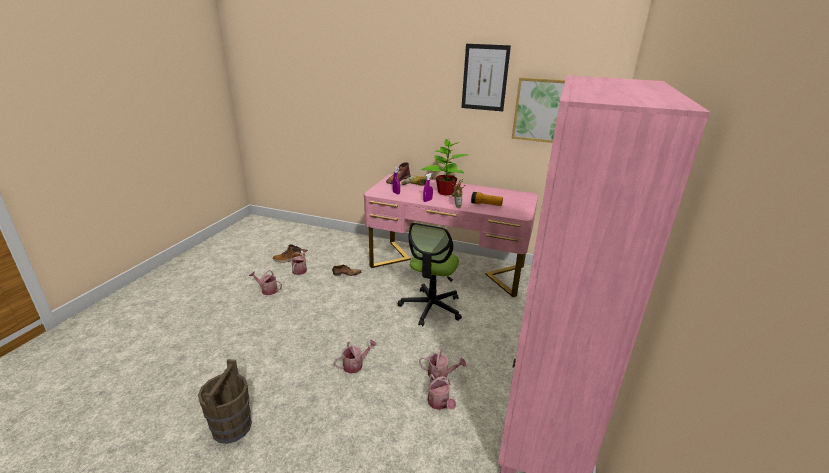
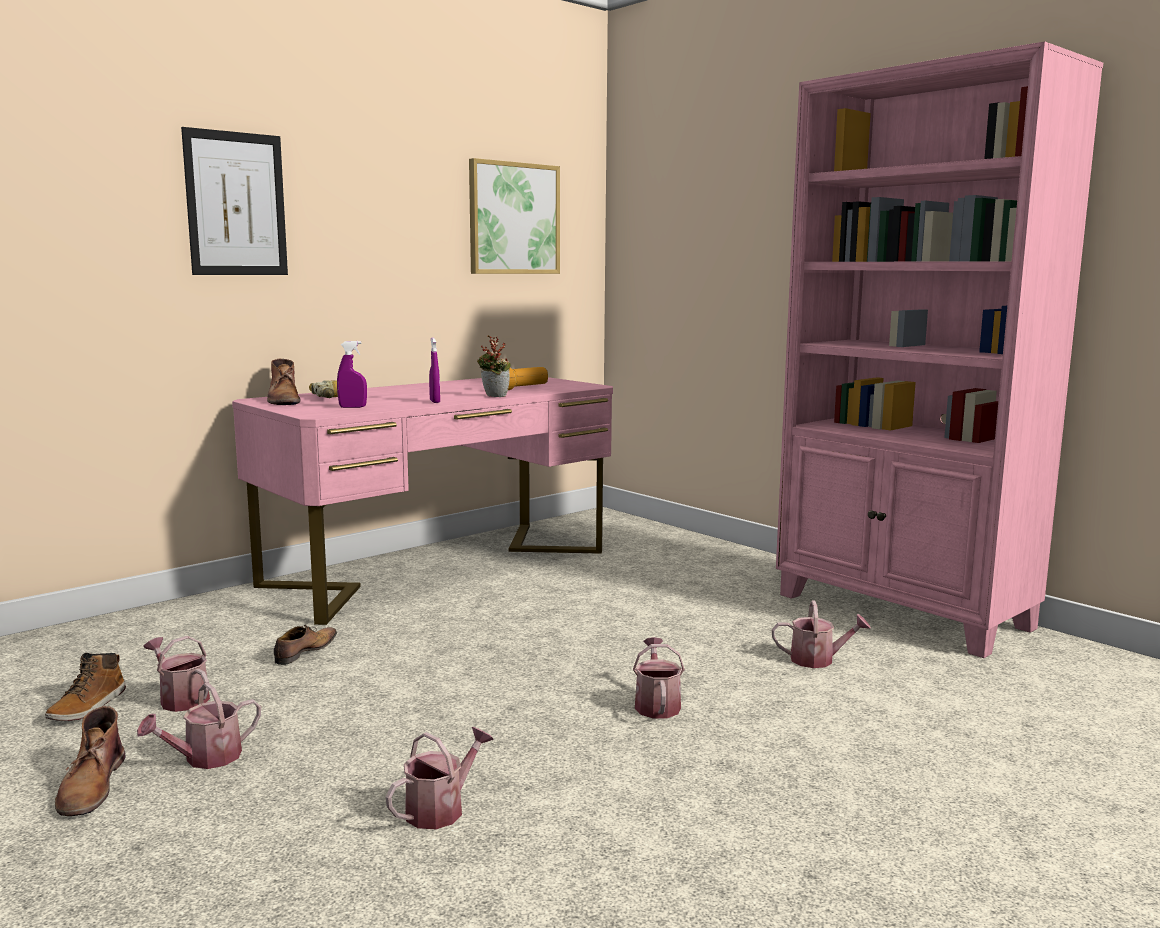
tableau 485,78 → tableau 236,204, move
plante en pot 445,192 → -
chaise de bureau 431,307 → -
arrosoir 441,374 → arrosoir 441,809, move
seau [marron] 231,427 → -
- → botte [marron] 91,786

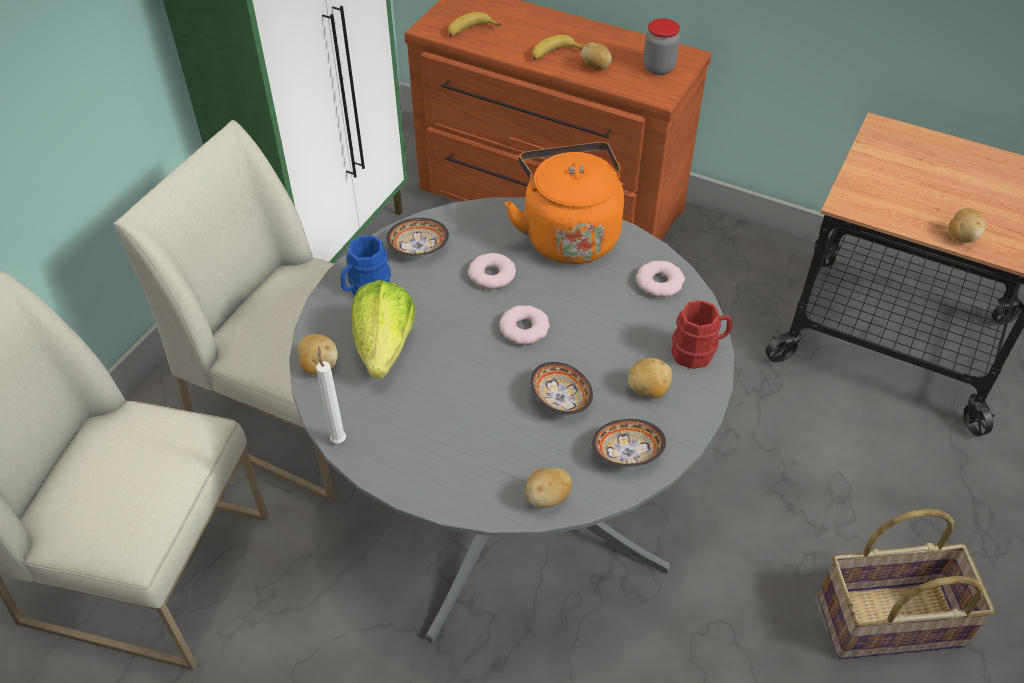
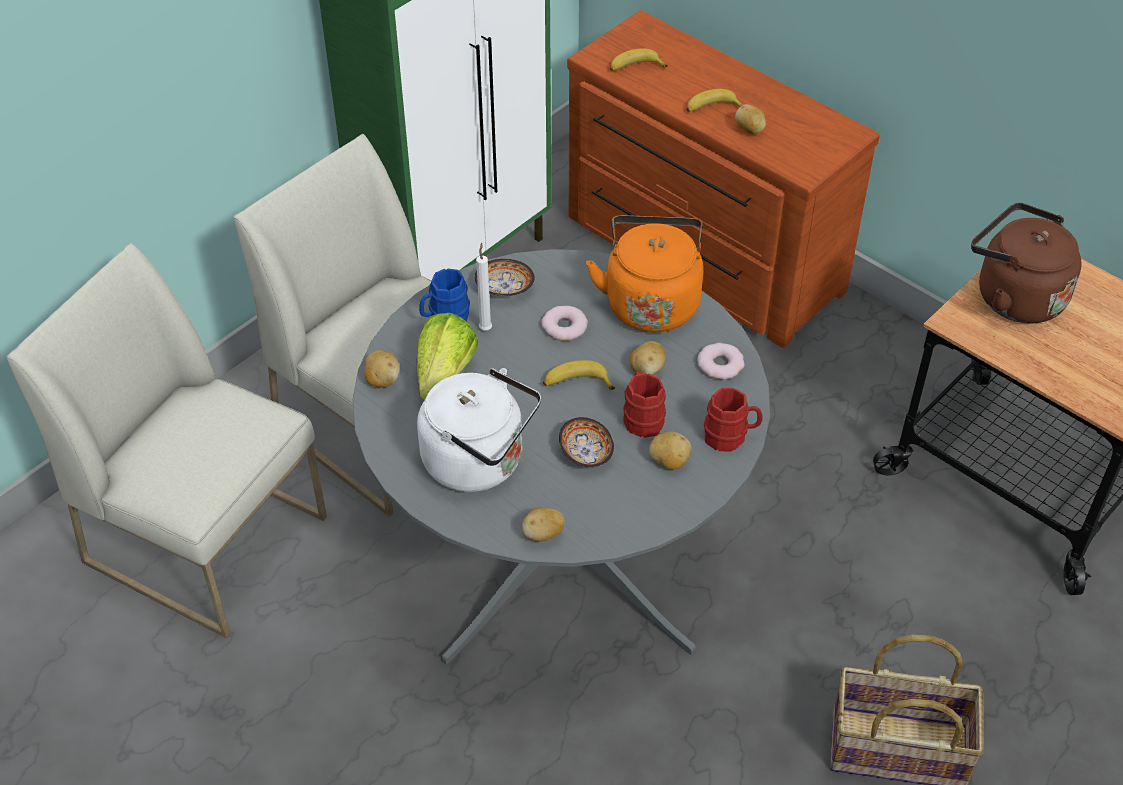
bocal 658,68 → -
pomme de terre 961,236 → pomme de terre 647,370, move
beignet 524,329 → banane 576,383
bougie [blanc] 338,438 → bougie [blanc] 485,328, move
bol 627,454 → -
- → bouilloire [marron] 1014,296
- → bouilloire [blanc] 480,462
- → mug [rouge] 642,417

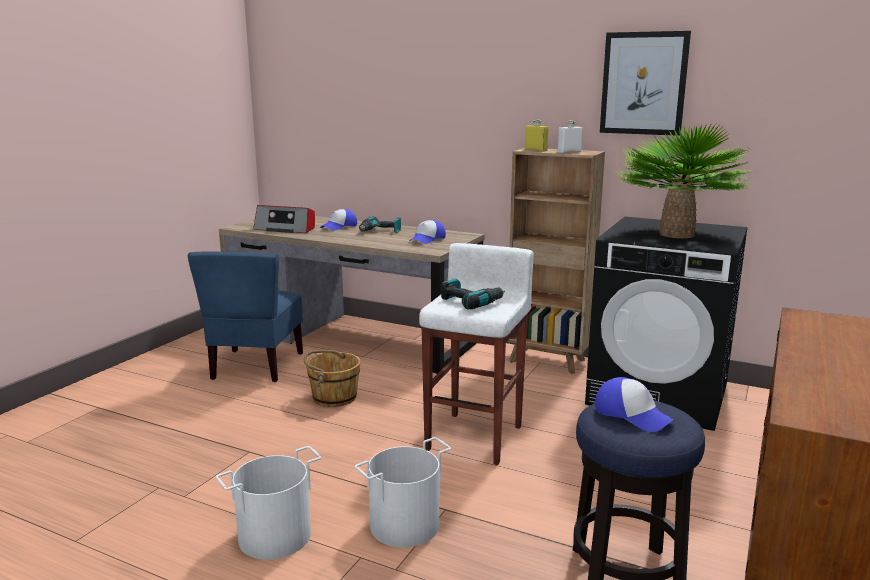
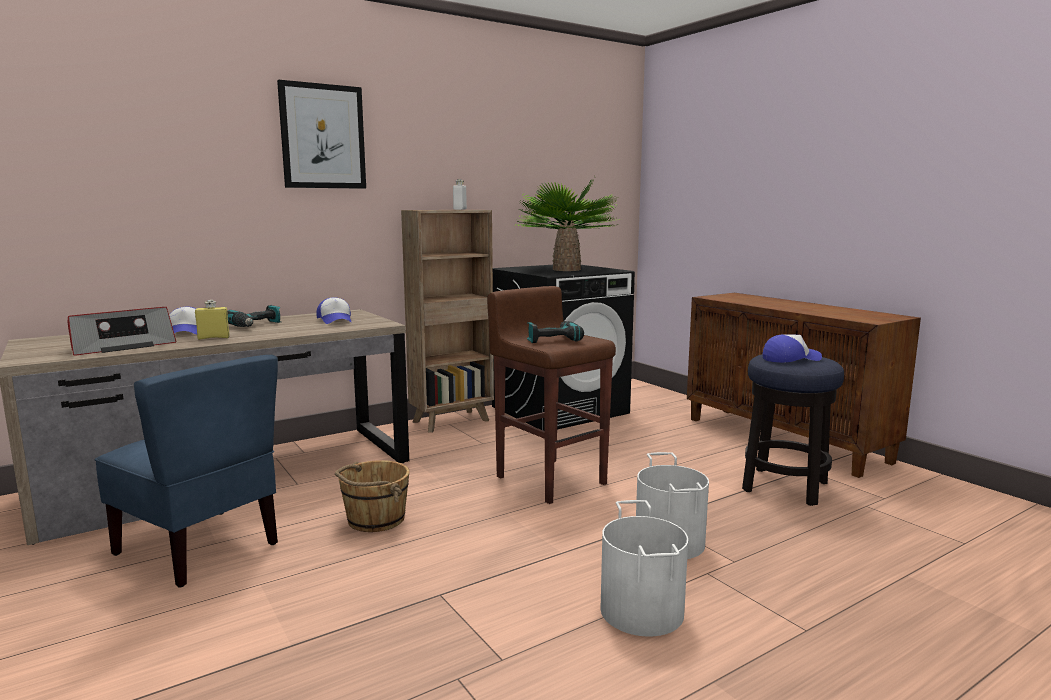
tableau 643,83 → tableau 323,137, move
bouteille [jaune] 536,150 → bouteille [jaune] 213,338, move
tabouret [blanc] 476,437 → tabouret [marron] 550,479

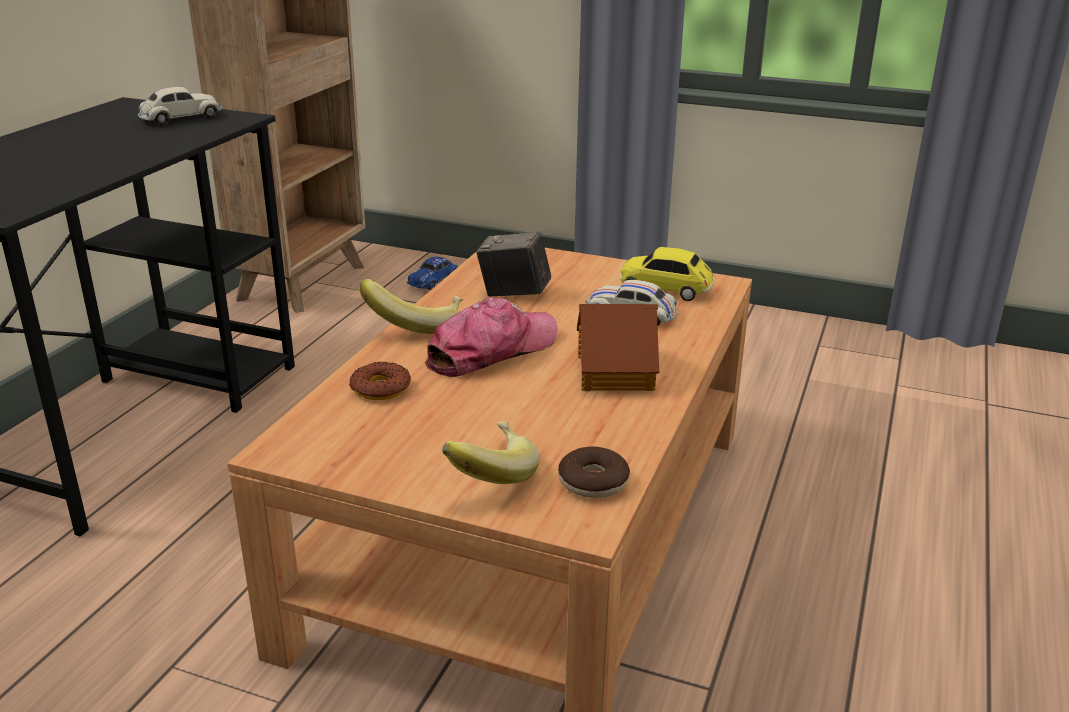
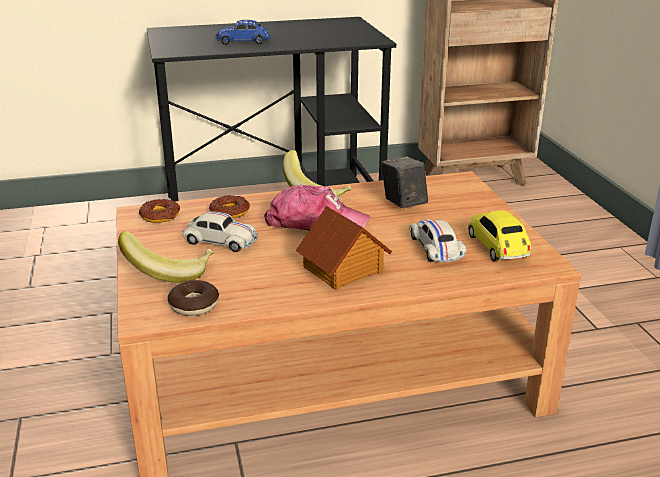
petite voiture [blanc] 181,118 → petite voiture [blanc] 220,241, move
petite voiture [bleu] 433,281 → petite voiture [bleu] 243,41, move
- → beignet 160,216

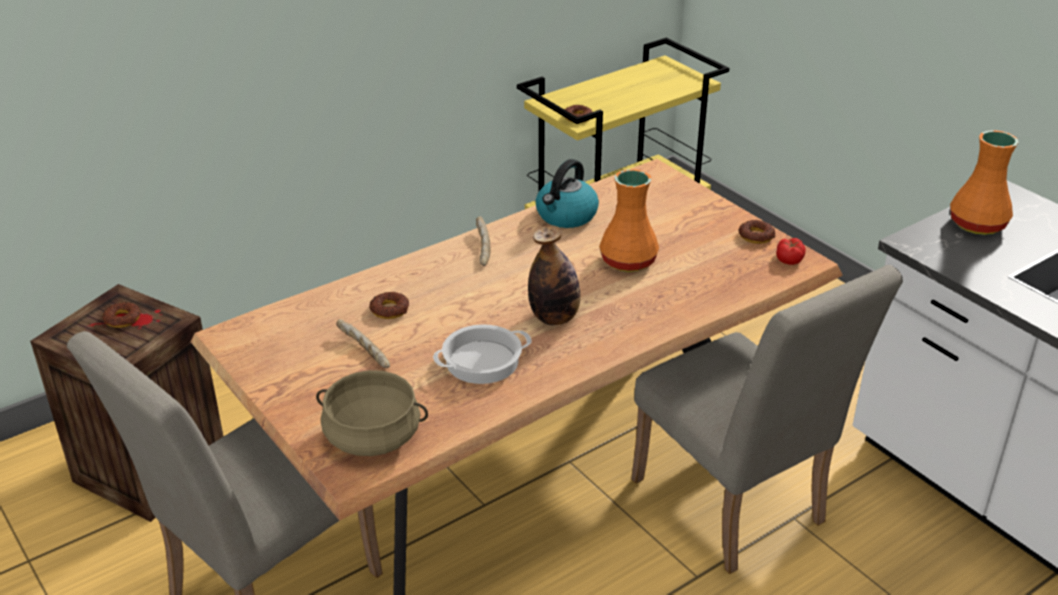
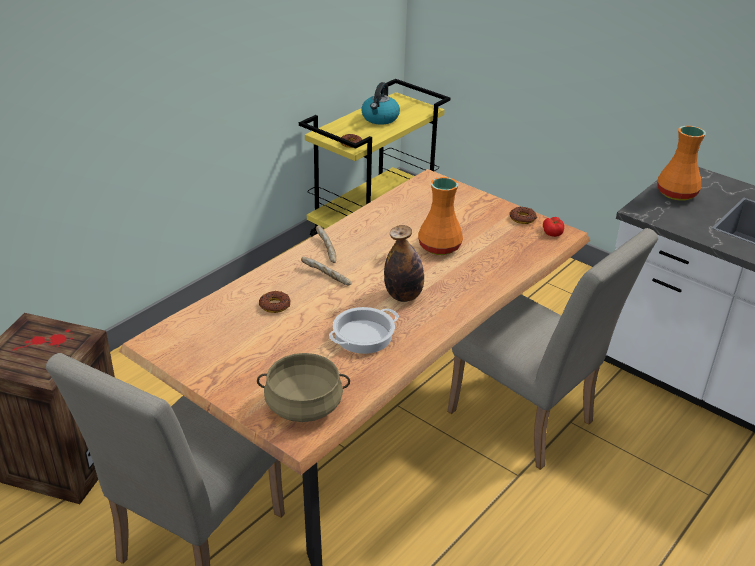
bouilloire 566,216 → bouilloire 380,118, move
beignet 123,319 → -
pain 363,351 → pain 325,276, move

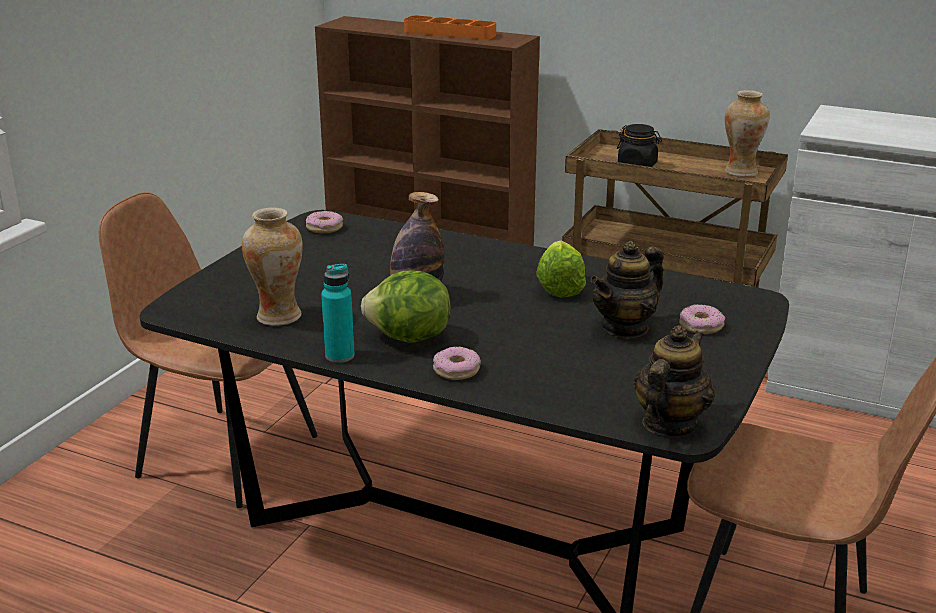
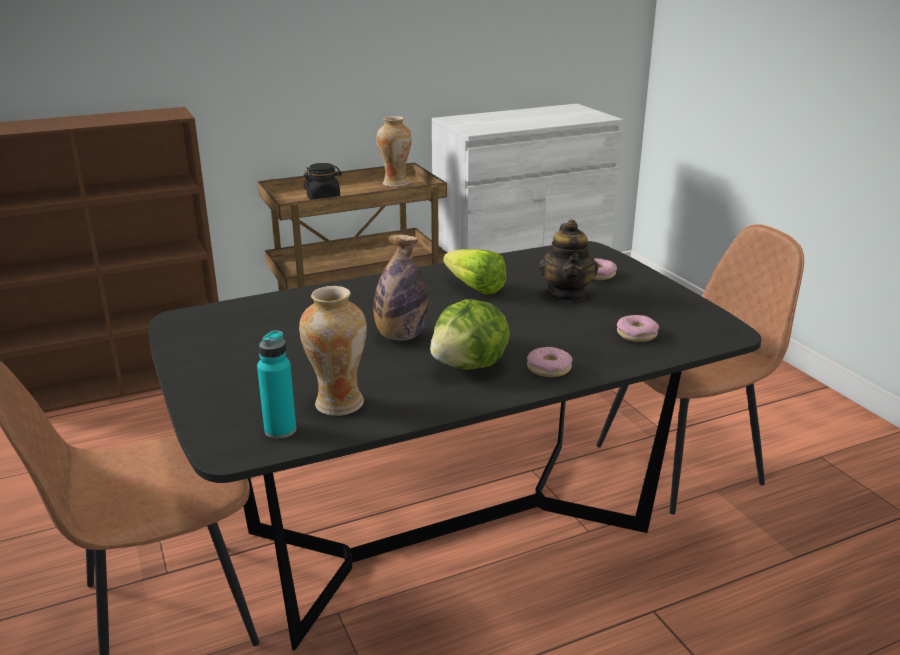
plateau [orange] 449,33 → -
beignet 324,228 → beignet 636,334, move
bouteille [turquoise] 339,356 → bouteille [turquoise] 280,430, move
théière 669,424 → -

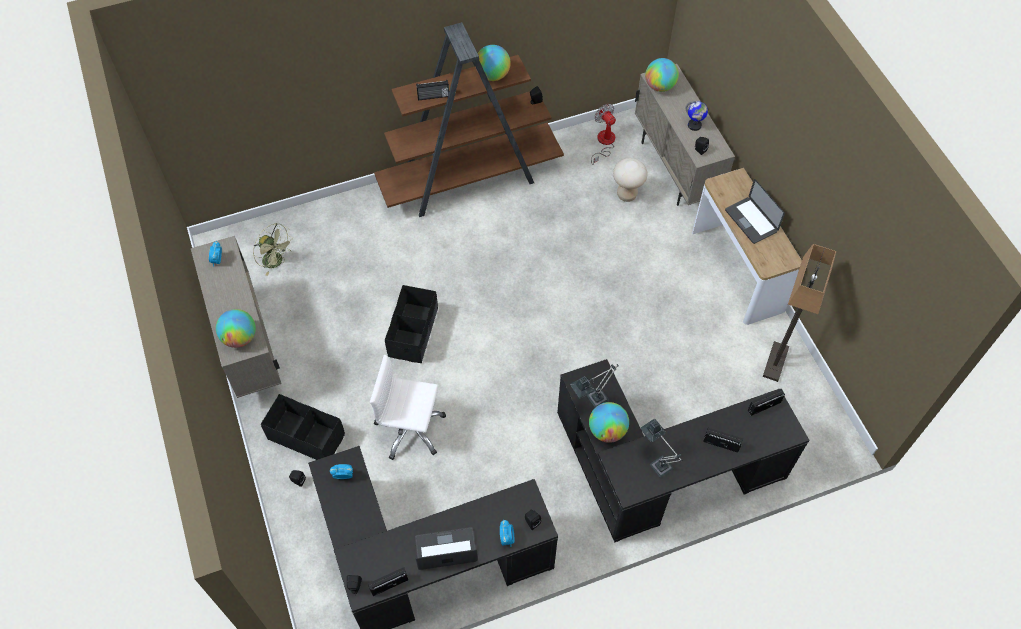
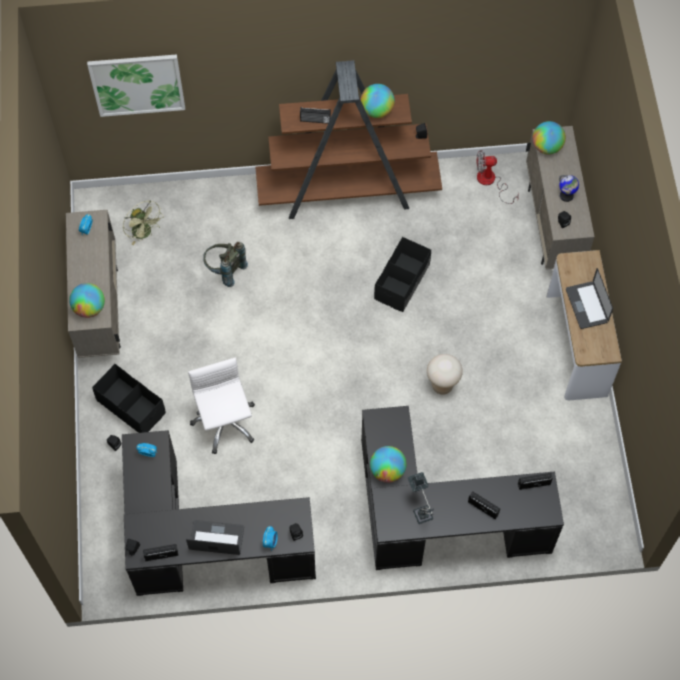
ventilateur 604,143 → ventilateur 490,182, 75 degrees counterclockwise
tabouret [beige] 626,195 → tabouret [beige] 442,386, move
lampadaire 775,362 → -
boîte de rangement [noir] 413,333 → boîte de rangement [noir] 402,282, move
chaise de bureau [blanc] 410,429 → chaise de bureau [blanc] 224,423, 45 degrees clockwise
lampe de table 593,400 → -
- → tableau 137,84
- → sac à dos [gris] 224,270

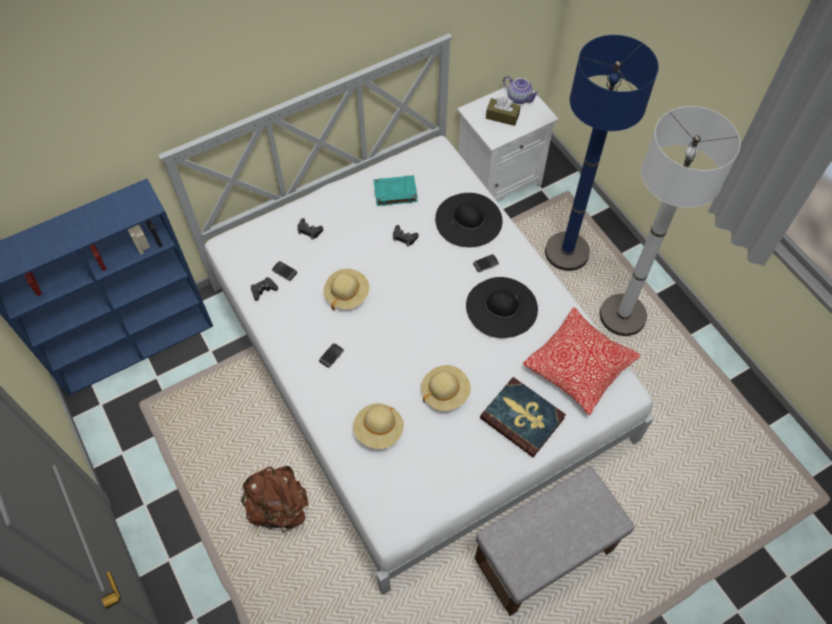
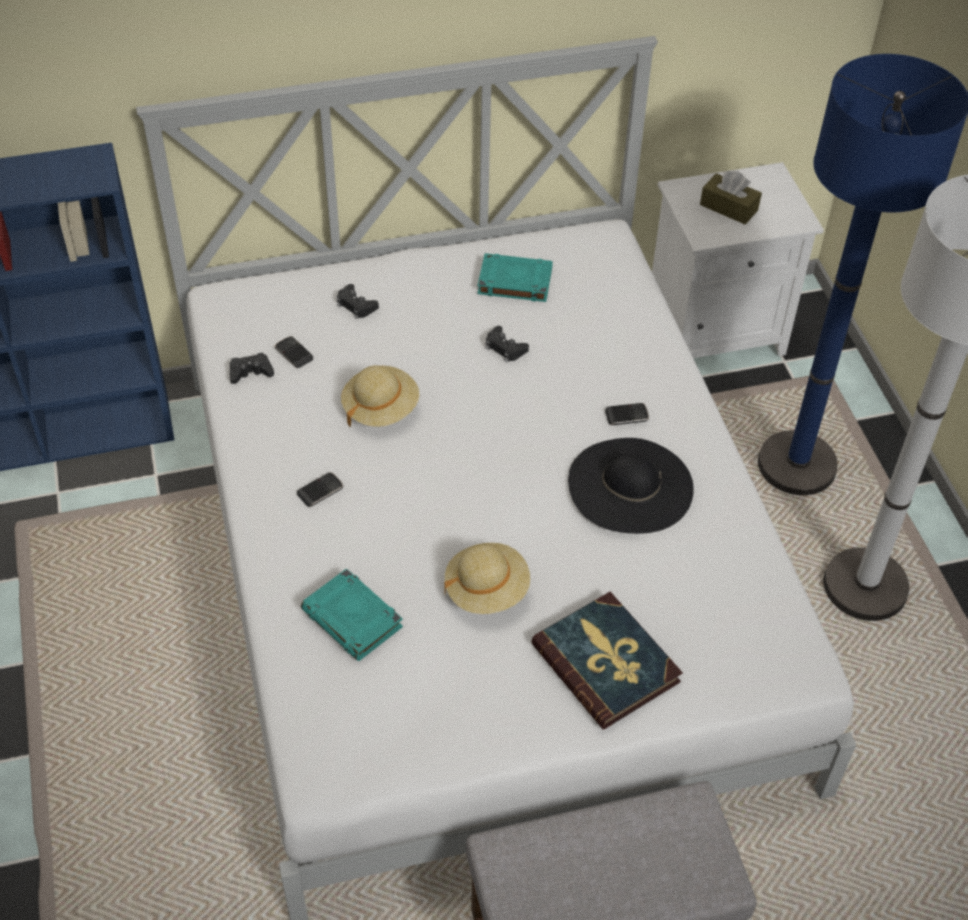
théière 519,98 → -
chapeau [noir] 468,220 → -
coussin 579,366 → -
chapeau [beige] 379,430 → livre [turquoise] 353,619
sac à dos [marron] 279,507 → -

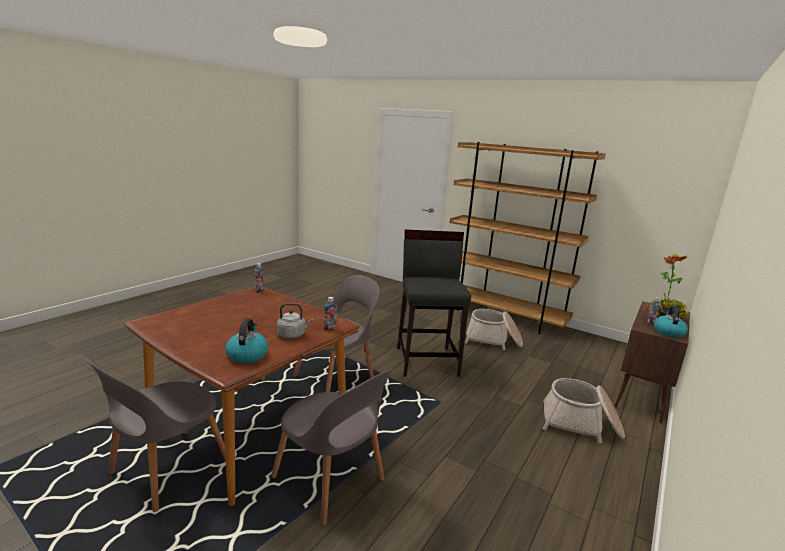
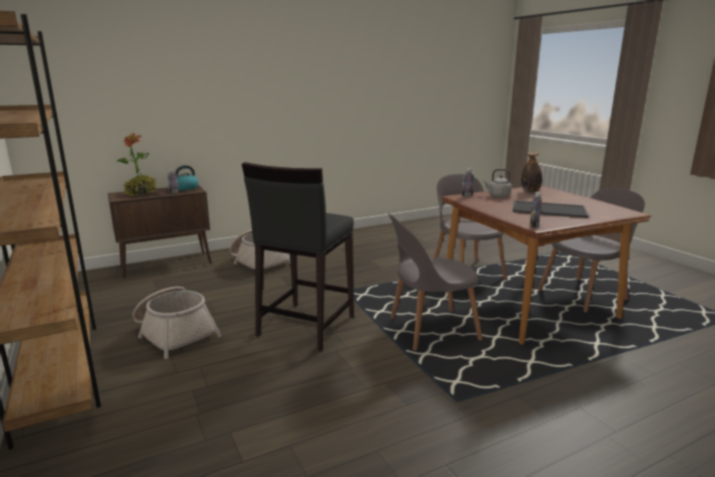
bouilloire 247,355 → bouteille 530,191
- → plateau 549,209

